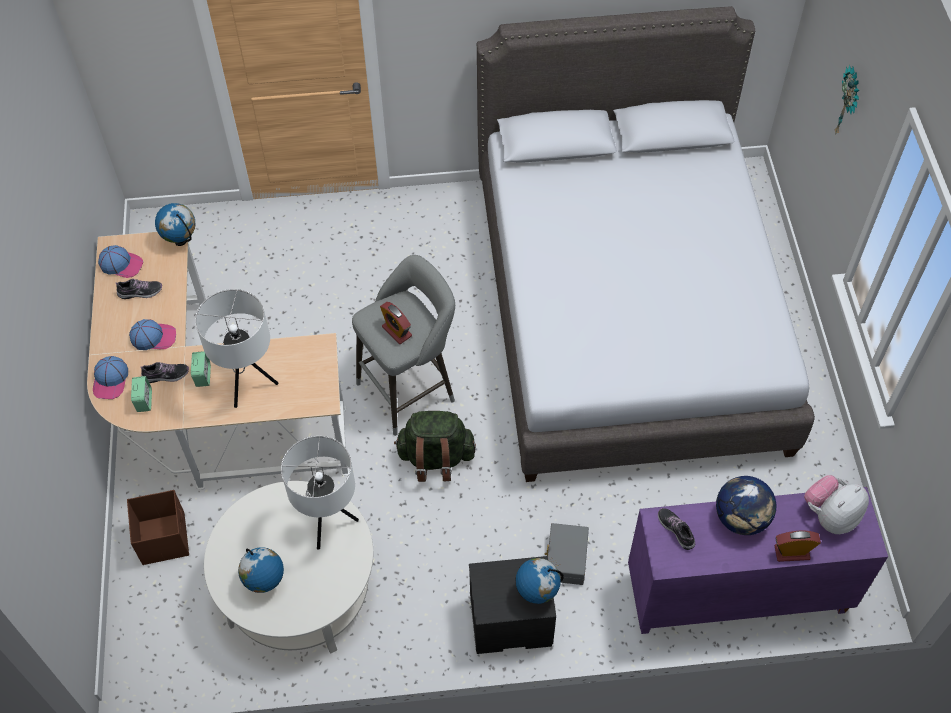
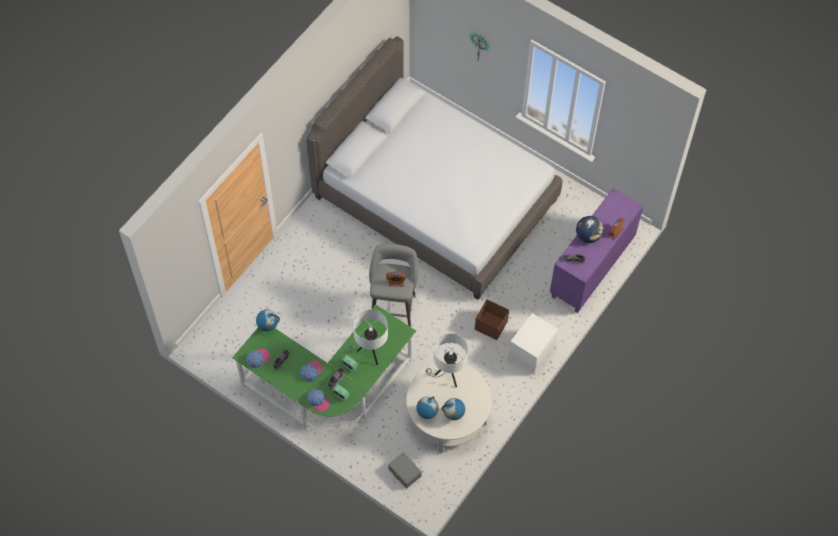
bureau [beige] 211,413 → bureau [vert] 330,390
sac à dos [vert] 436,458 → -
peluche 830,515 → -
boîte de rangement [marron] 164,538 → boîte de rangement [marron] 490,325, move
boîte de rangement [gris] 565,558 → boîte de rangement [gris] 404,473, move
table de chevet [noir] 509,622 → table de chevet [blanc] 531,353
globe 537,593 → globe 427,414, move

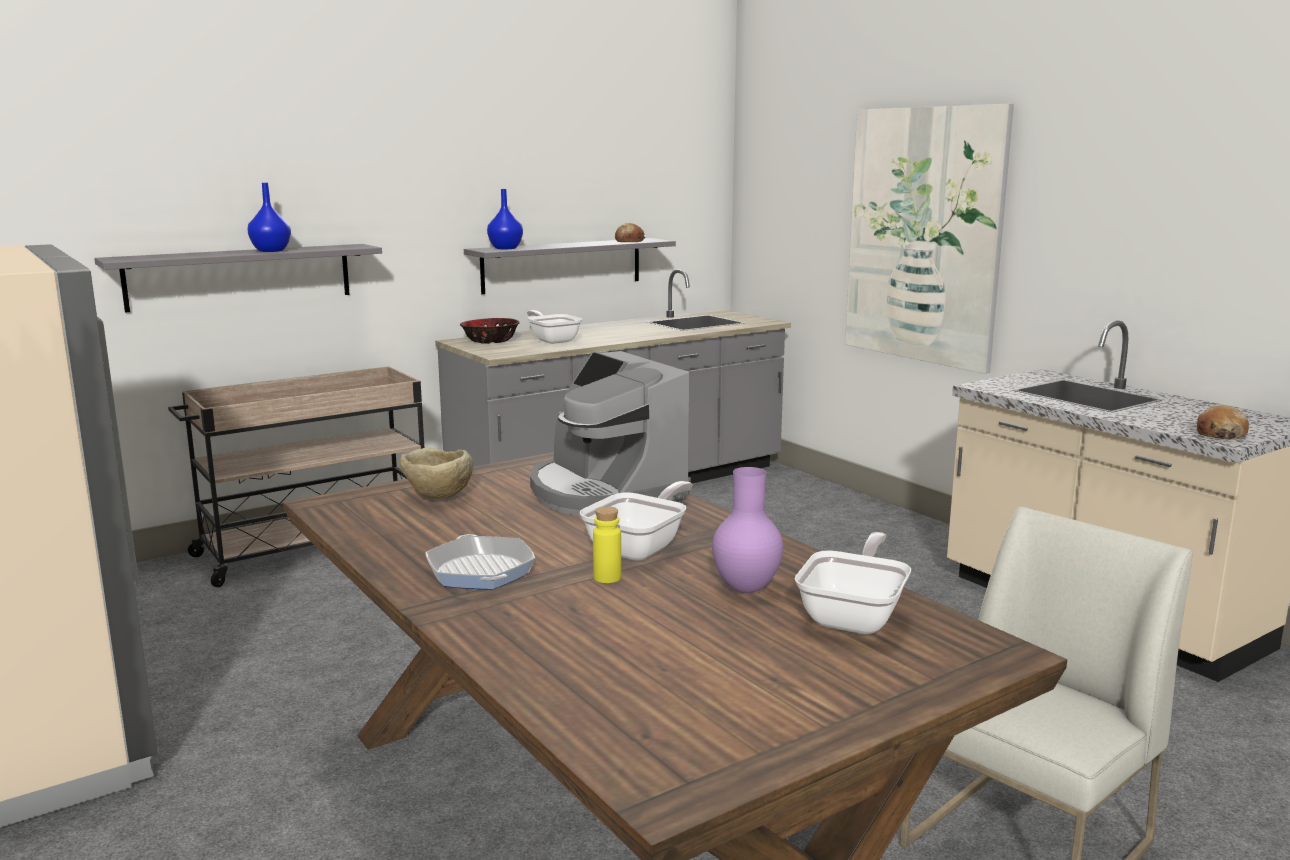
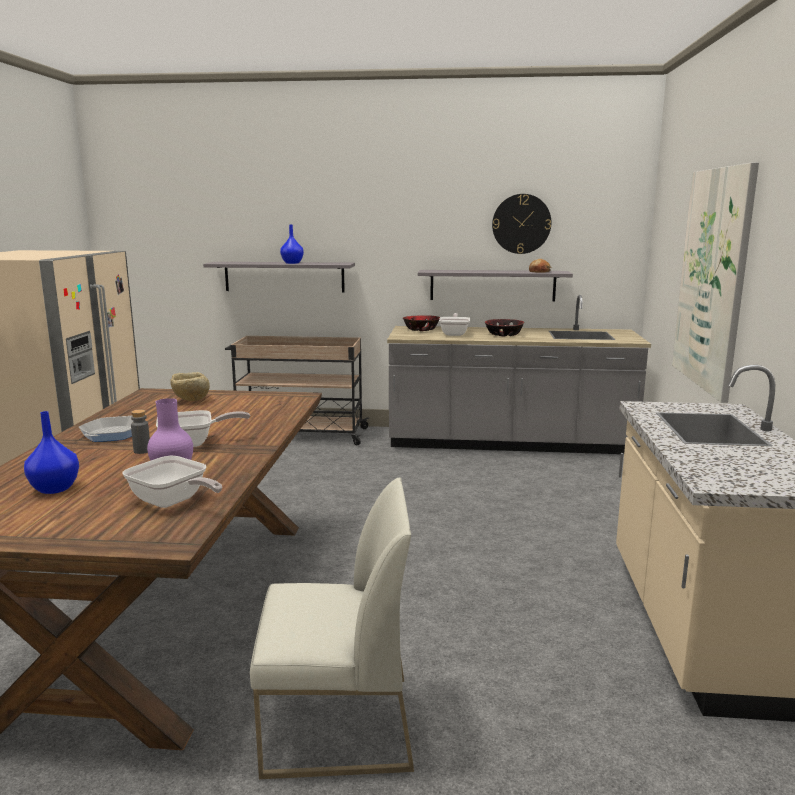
vase [bleu] 504,248 → vase [bleu] 54,489, move
machine à café 604,492 → -
pain 1220,434 → -
bouteille [jaune] 607,577 → bouteille [gris] 142,451
poêle 855,616 → poêle 172,502, 60 degrees clockwise
- → horloge murale 521,224
- → bol 504,334

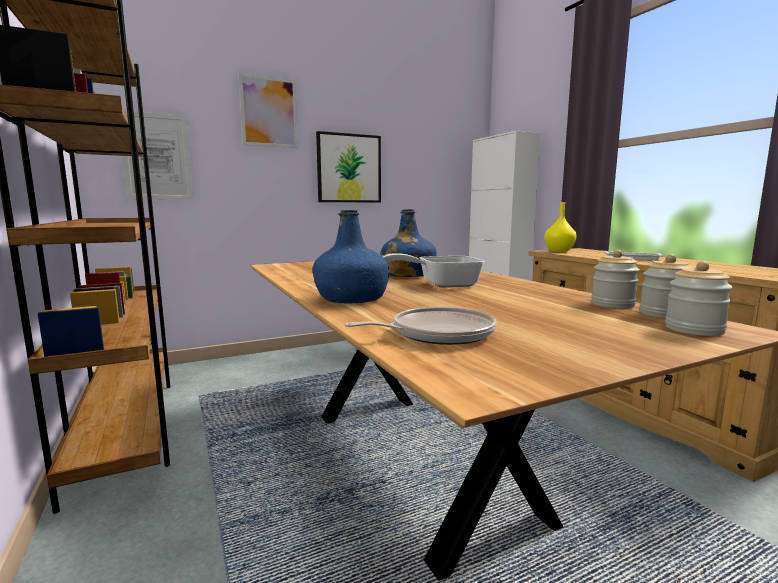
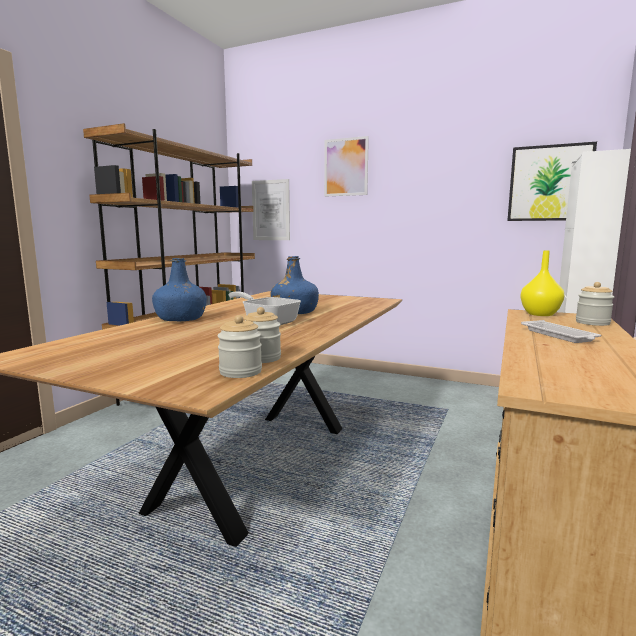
tableau 349,168 → tableau 549,183, move
bocal 694,329 → bocal 592,323, move
poêle 437,334 → -

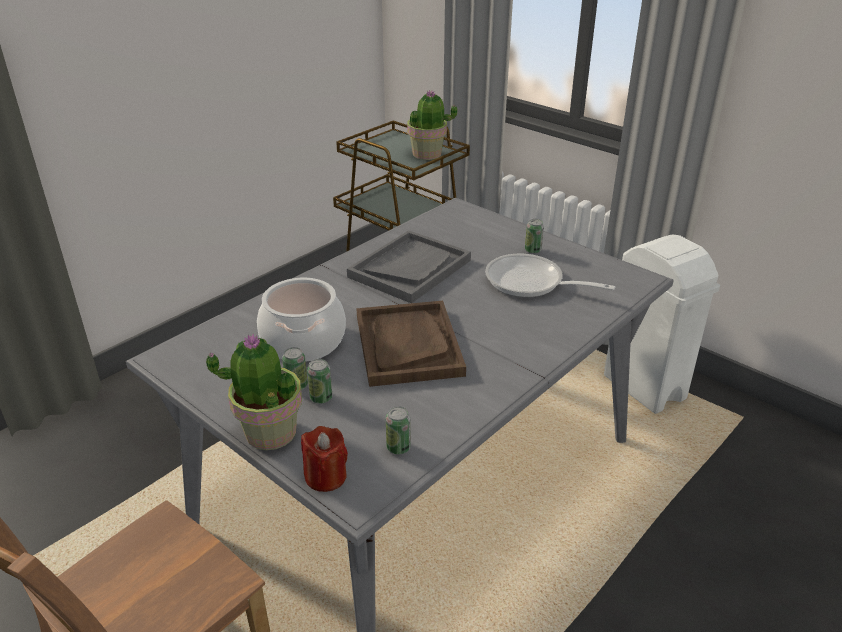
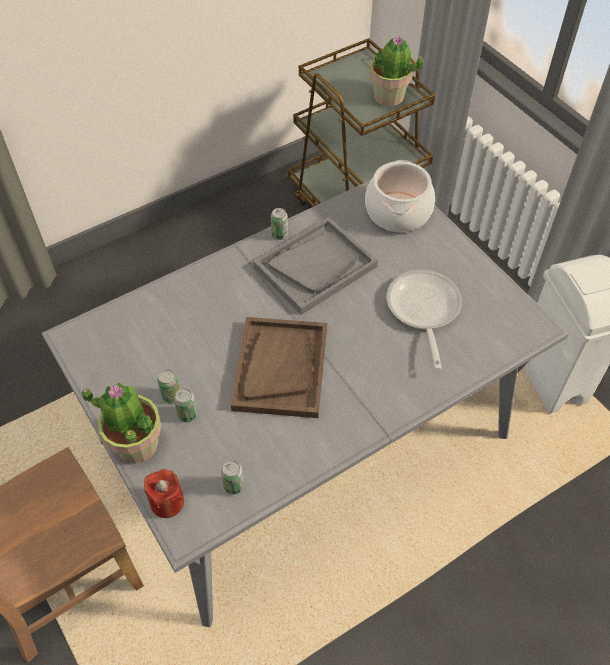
boîte métallique 533,250 → boîte métallique 279,235, move
poêle 530,283 → poêle 423,311, 45 degrees clockwise
marmite 304,341 → marmite 398,212, move

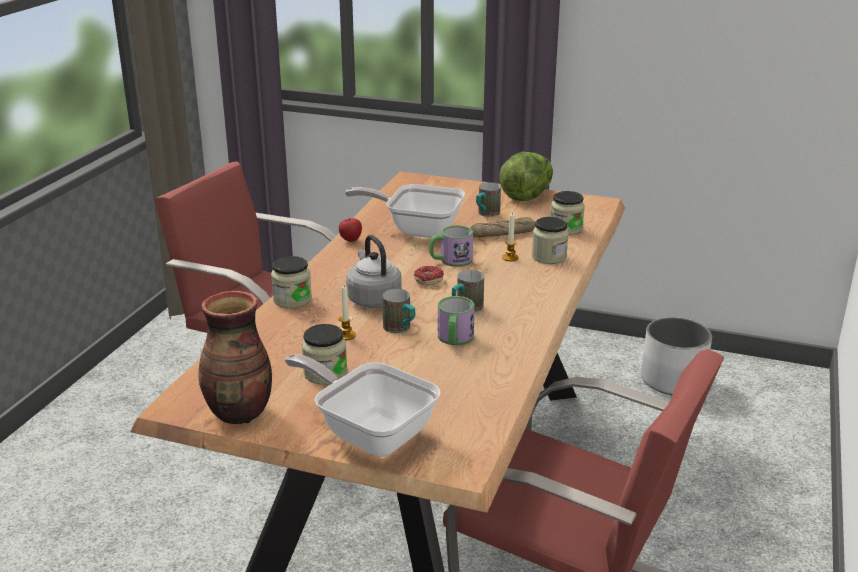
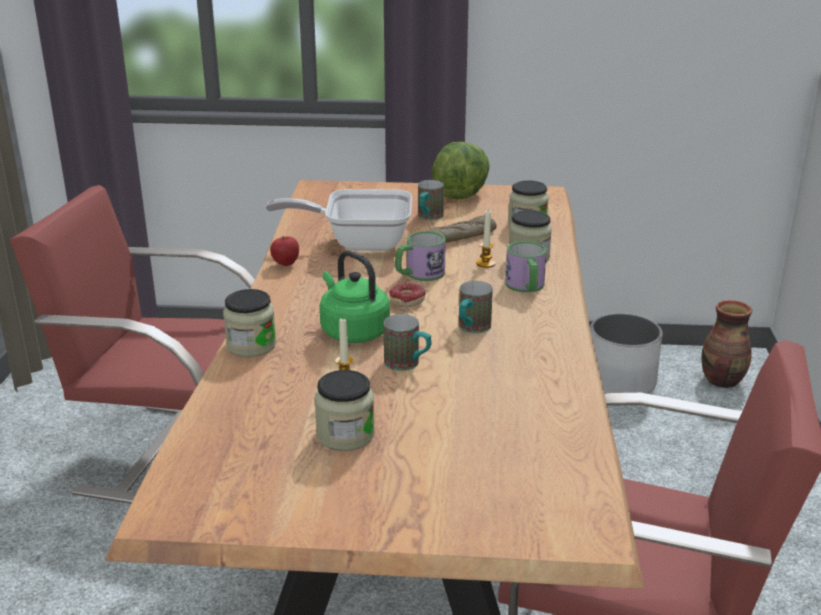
bouilloire [gris] 373,299 → bouilloire [vert] 352,331
vase 240,413 → vase 723,381, move
mug 454,339 → mug 526,287, move
poêle 369,432 → -

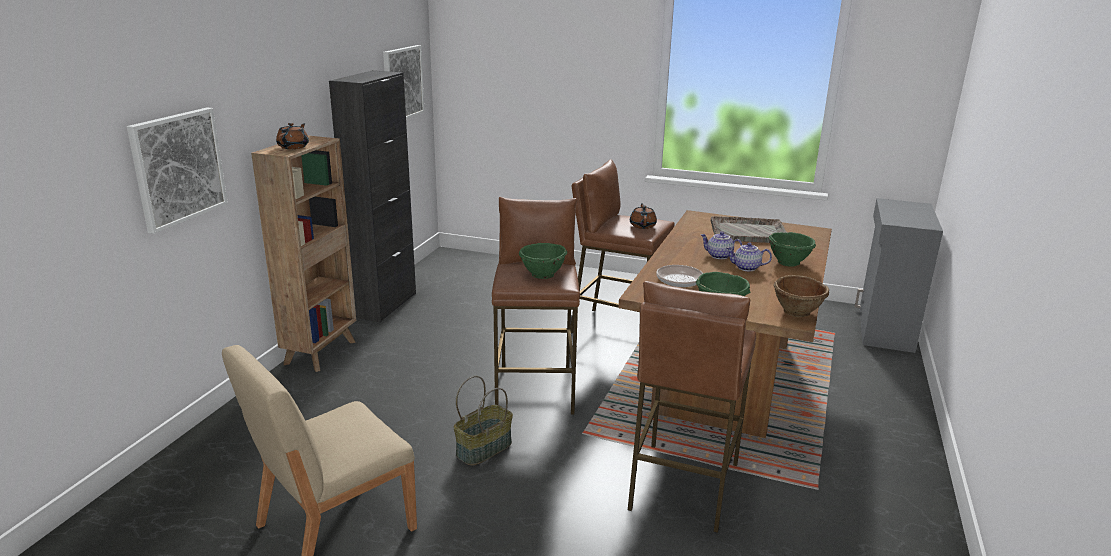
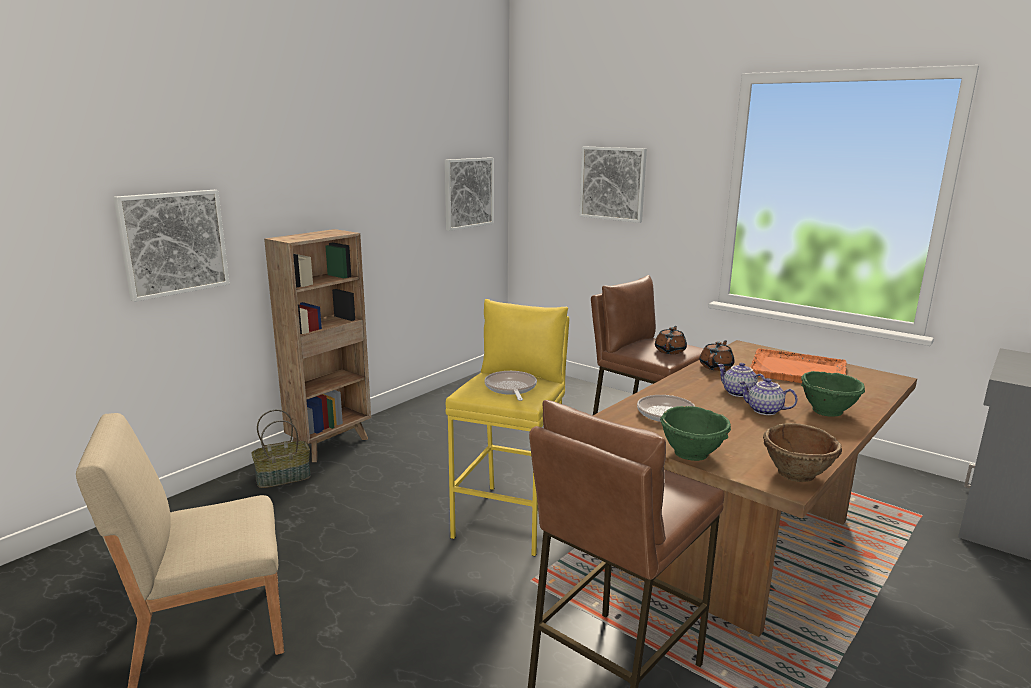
meuble de rangement [noir] 384,305 → -
théière [marron] 294,147 → théière [marron] 716,366, move
tabouret [marron] 535,389 → tabouret [jaune] 511,518
plateau [gris] 749,232 → plateau [orange] 798,371
bol [vert] 542,275 → poêle 510,388
panier 483,448 → panier 284,477, move
- → tableau 613,183

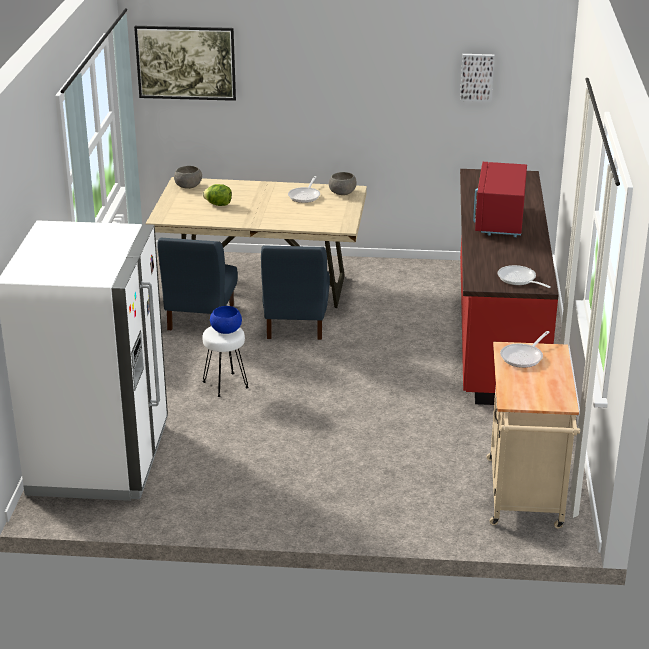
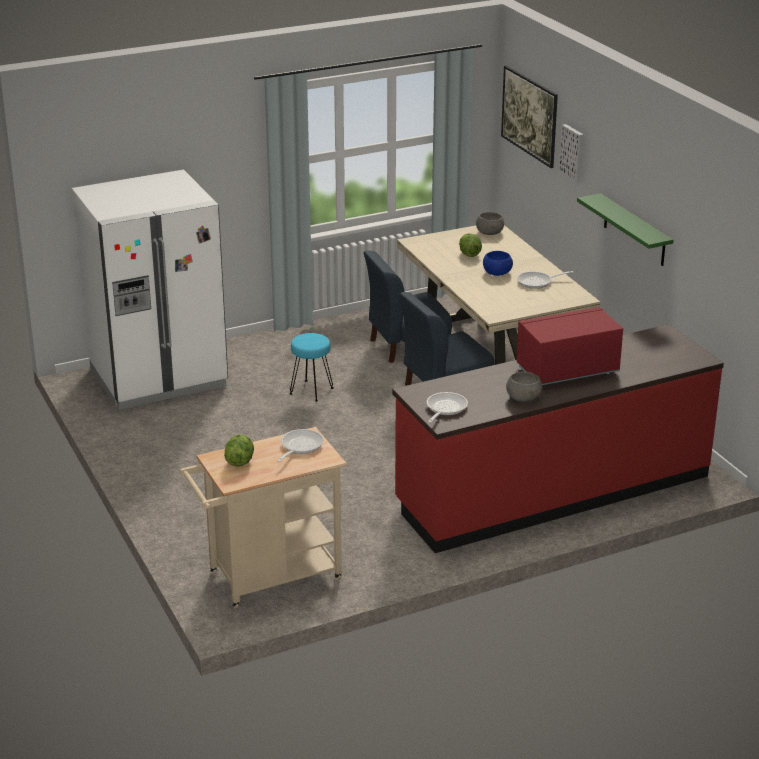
tableau 477,77 → tableau 573,152, move
bol [gris] 342,192 → bol [gris] 524,397, move
bol [bleu] 226,330 → bol [bleu] 497,273, move
tabouret [blanc] 225,384 → tabouret [turquoise] 311,391
poêle 524,357 → poêle 299,447, 105 degrees clockwise
- → étagère [vert] 634,230
- → laitue 240,461

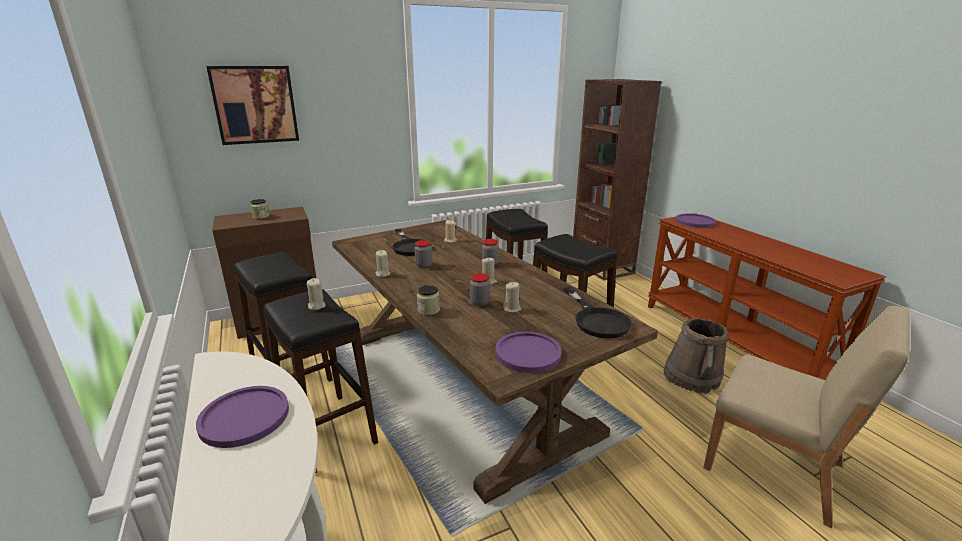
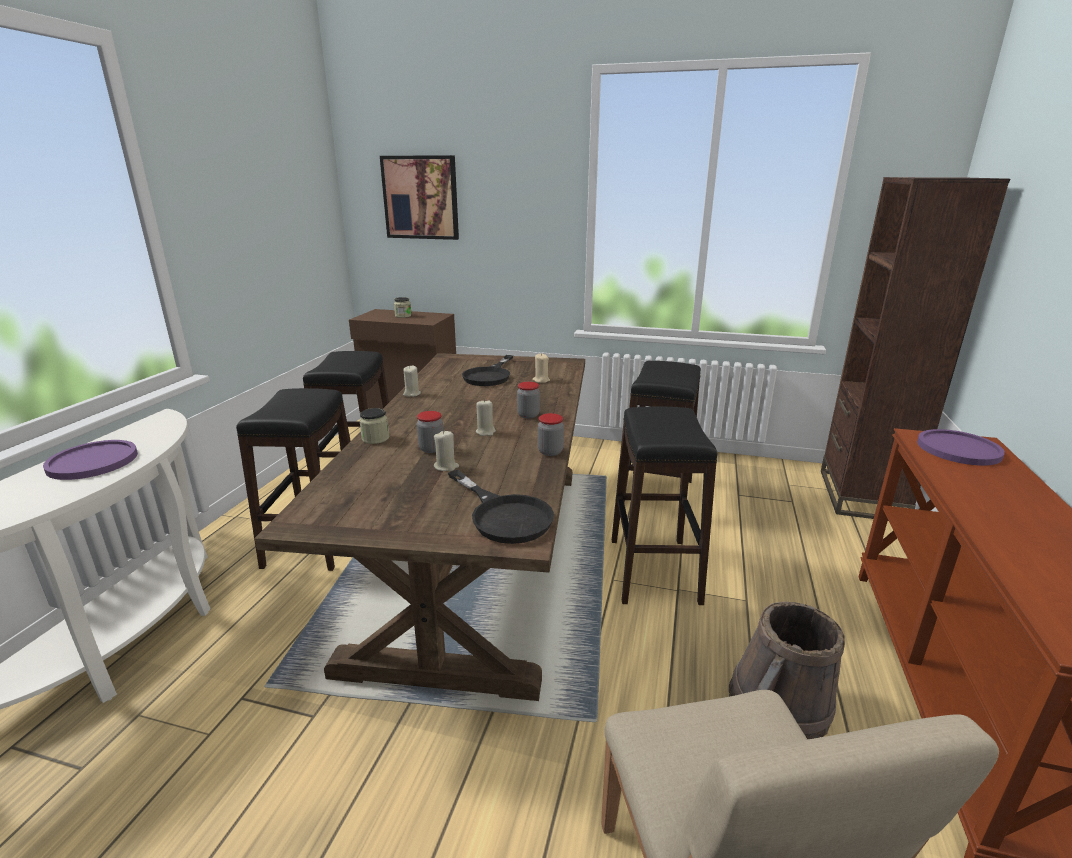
bocal 424,265 → bocal 550,451, move
bougie [beige] 316,306 → -
poêle [noir] 597,320 → poêle [noir] 504,515, 60 degrees counterclockwise
assiette [violet] 528,353 → -

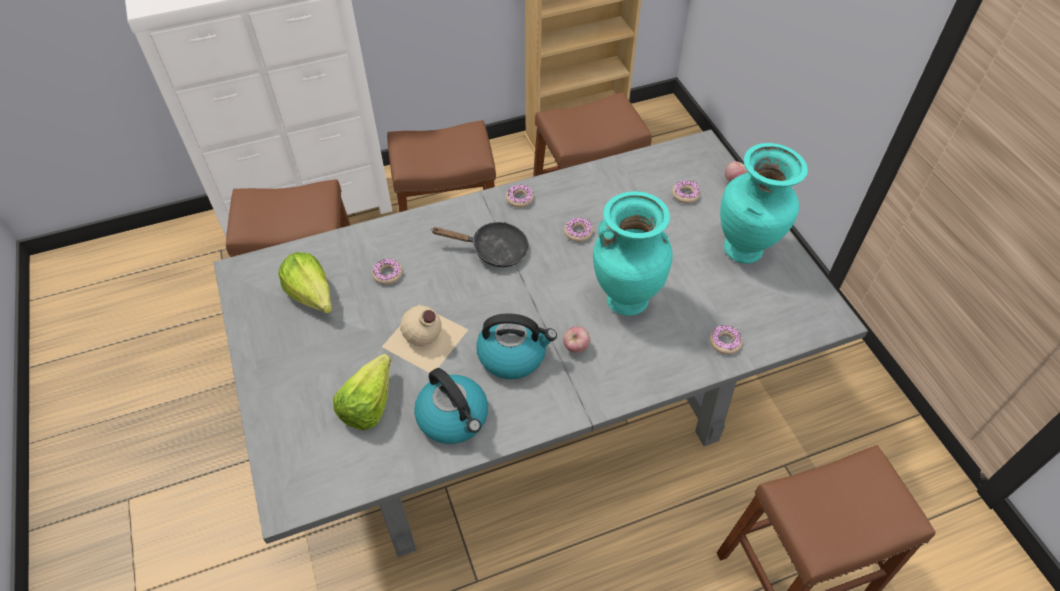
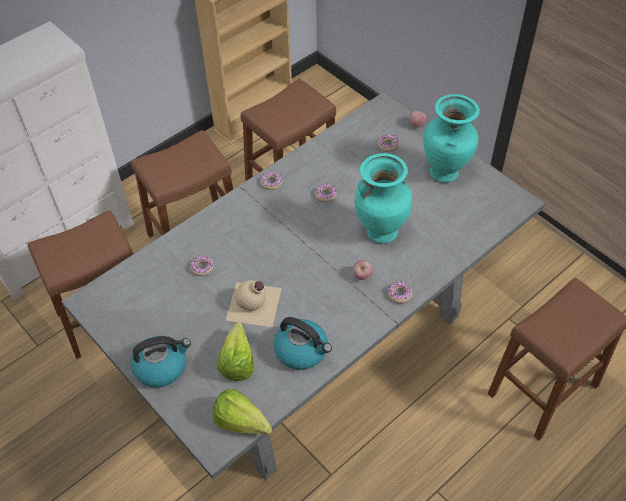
poêle [noir] 493,250 → -
laitue 314,300 → laitue 245,426, move
bouilloire 513,355 → bouilloire 161,366, move
beignet 725,342 → beignet 399,294, move

